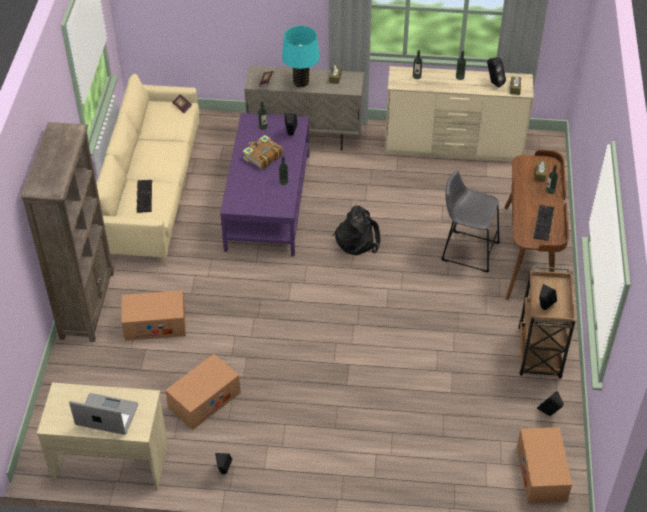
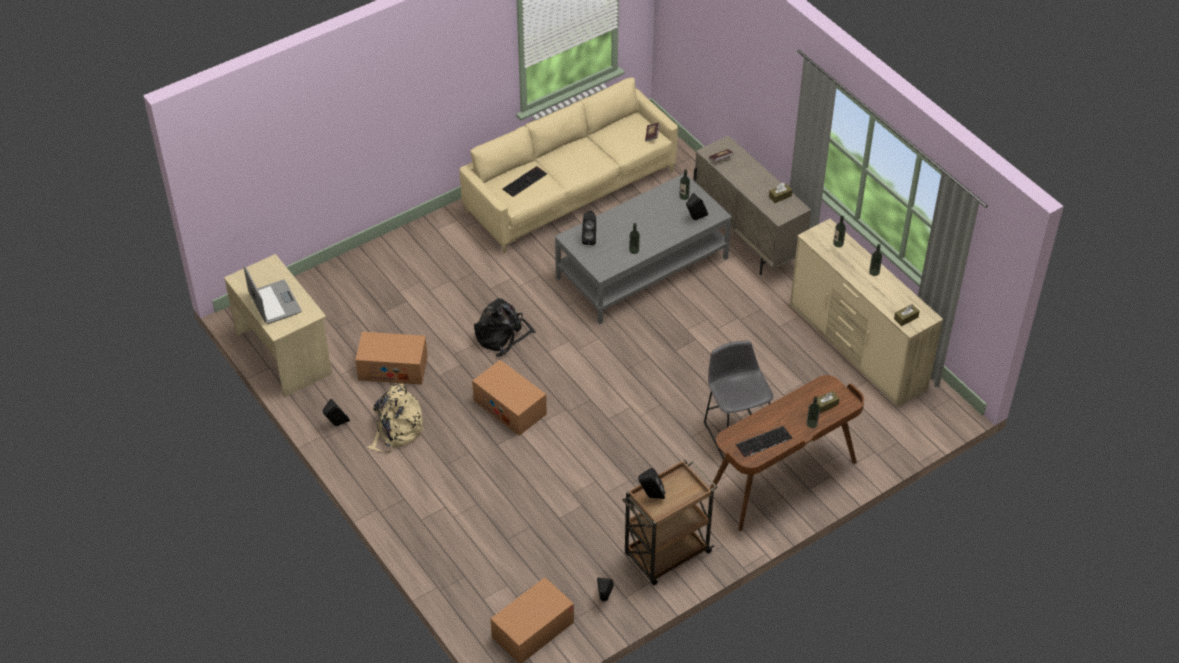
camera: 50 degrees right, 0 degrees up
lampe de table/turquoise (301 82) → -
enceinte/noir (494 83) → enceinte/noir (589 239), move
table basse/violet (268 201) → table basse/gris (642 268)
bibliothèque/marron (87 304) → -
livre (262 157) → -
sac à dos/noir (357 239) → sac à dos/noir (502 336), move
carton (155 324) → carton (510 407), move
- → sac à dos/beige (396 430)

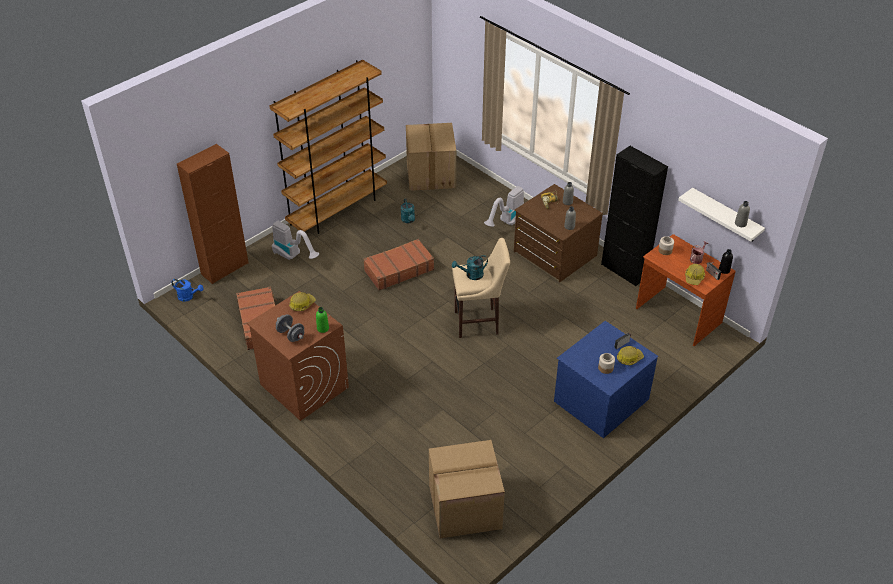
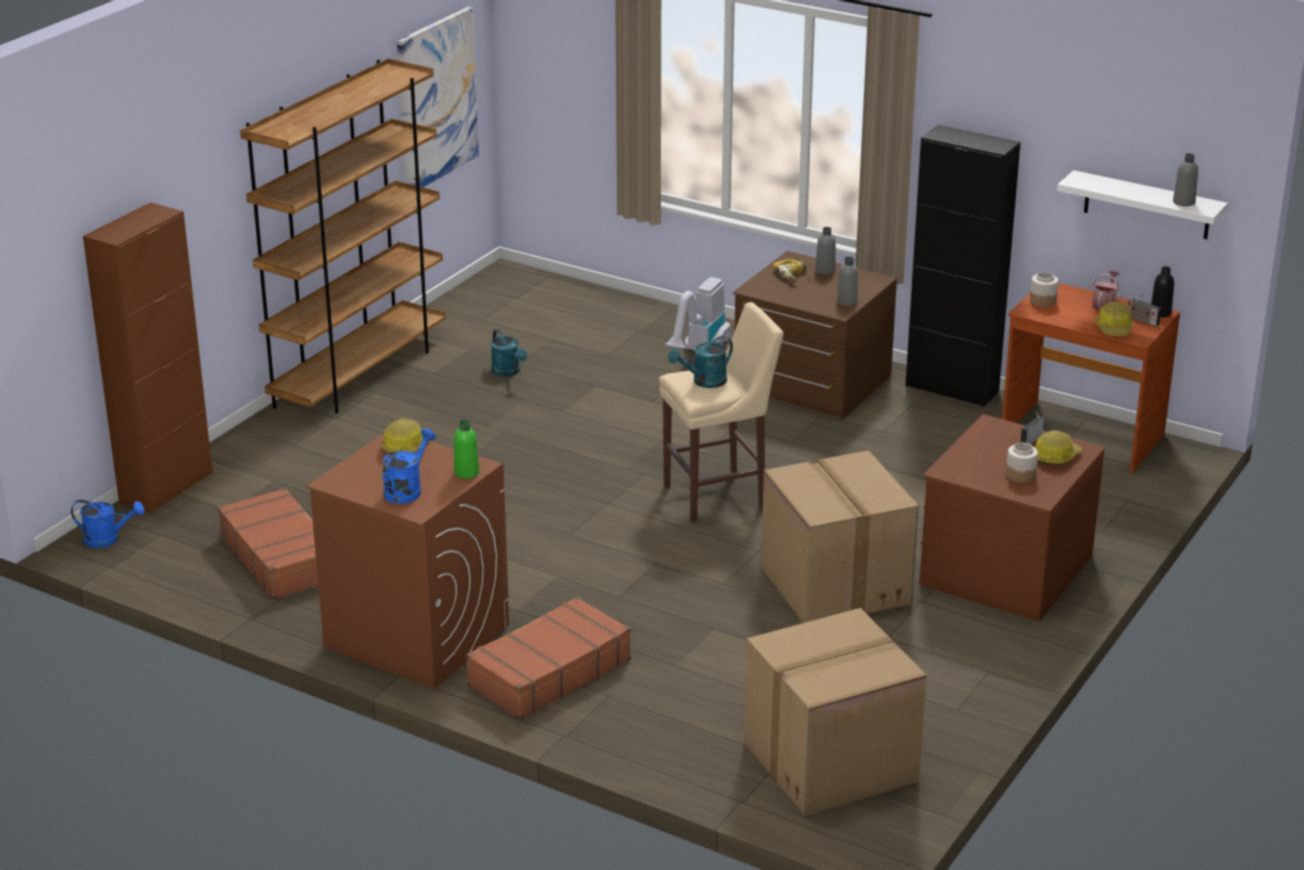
camera: 15 degrees left, 15 degrees down
carton (430 174) → carton (832 584), move
aspirateur (294 256) → -
valise/marron (398 270) → valise/marron (548 673), move
haltère/gris (291 335) → arrosoir/bleu (406 490)
commode/bleu (600 399) → commode/marron (1003 569)
- → tableau (436 99)

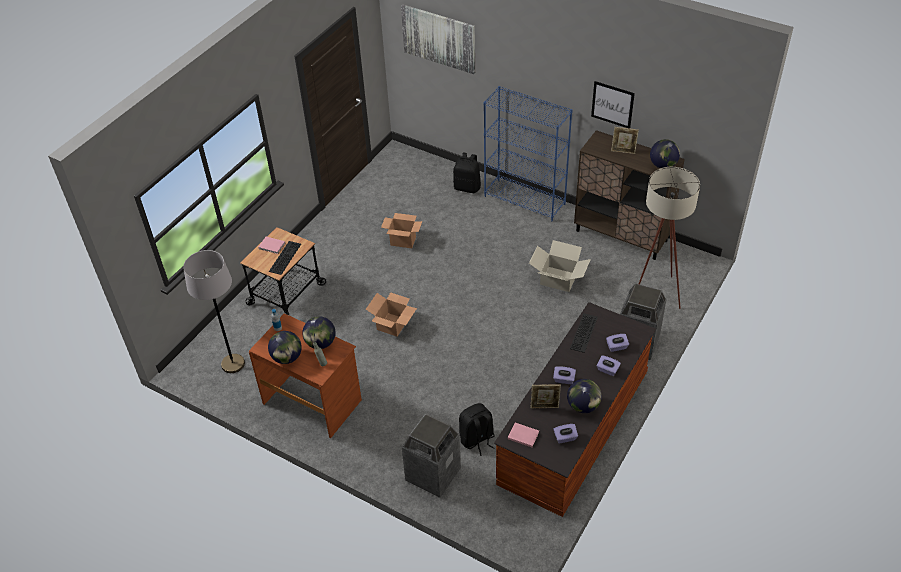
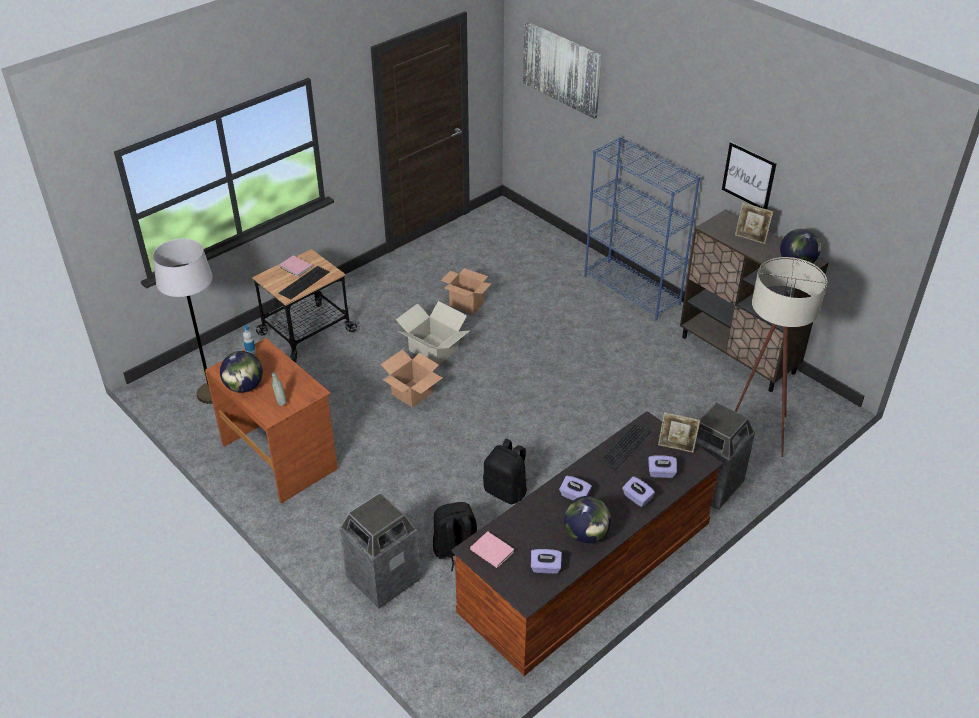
camera: 15 degrees right, 5 degrees down
sac à dos/noir (467 187) → sac à dos/noir (506 491), move
carton (558 279) → carton (434 349), move
globe (320 343) → -
cadre photo (544 406) → cadre photo (676 447), move

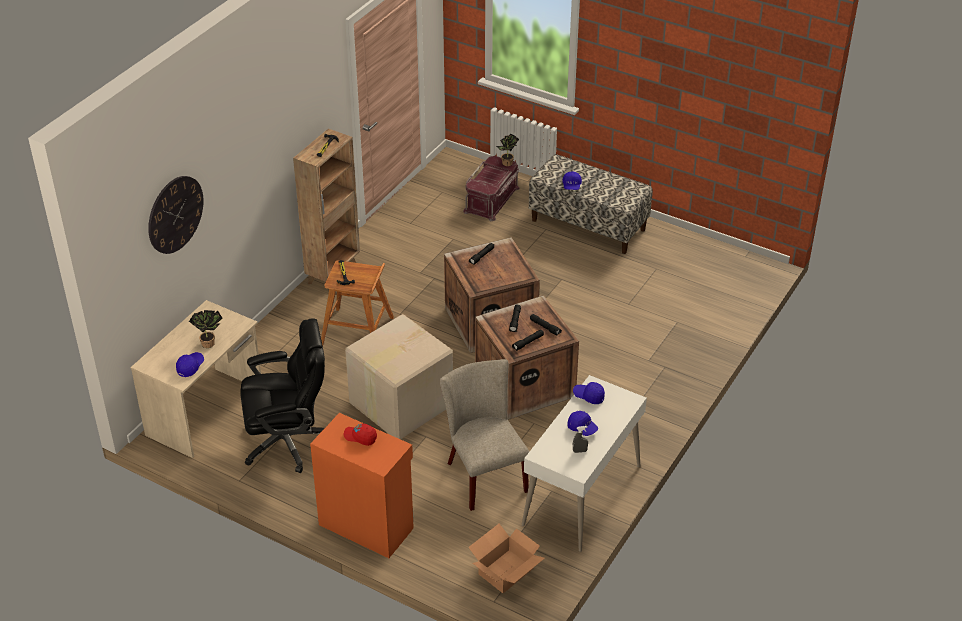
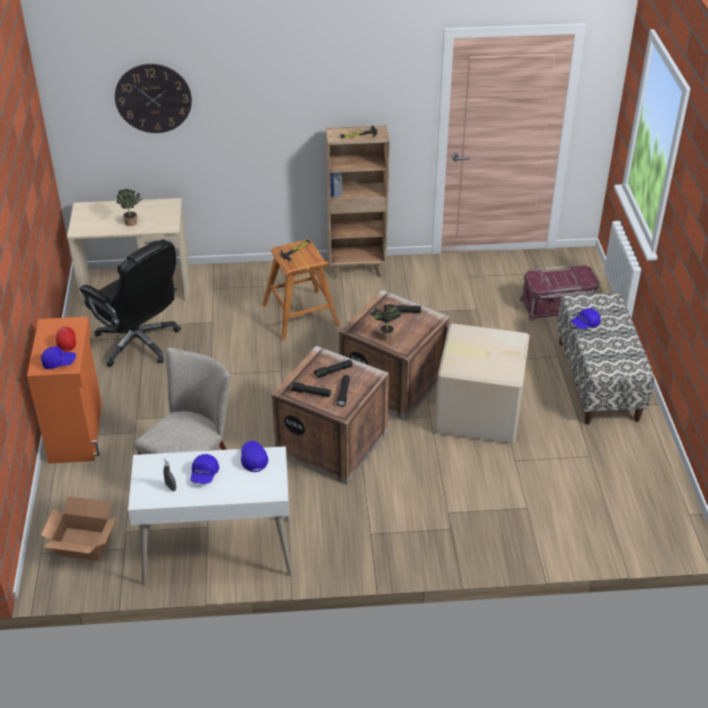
camera: 55 degrees right, 0 degrees up
plante en pot (507 164) → plante en pot (385 337), move
carton (399 404) → carton (477 411), move
casquette/bleu (190 367) → casquette/bleu (59 362), move

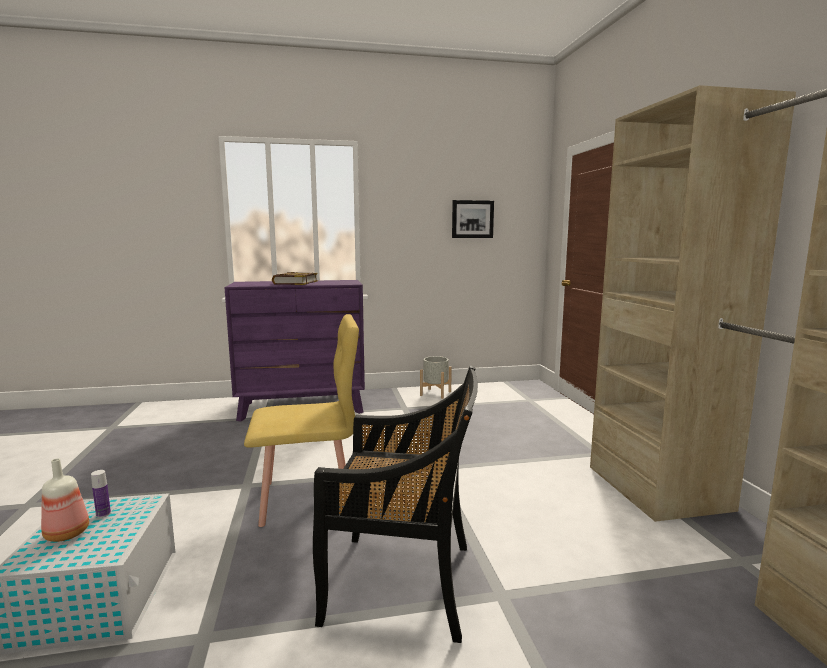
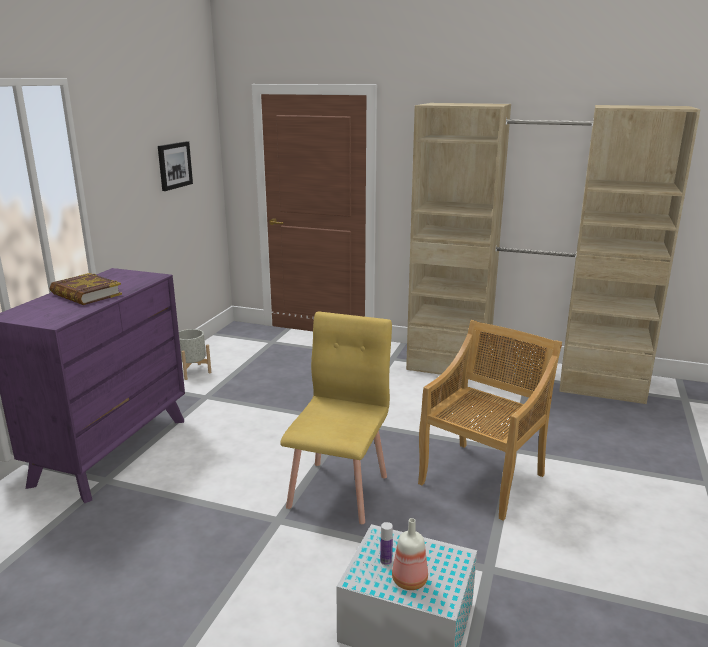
camera: 60 degrees left, 10 degrees up
chaise/noir (403 583) → chaise/beige (482 478)

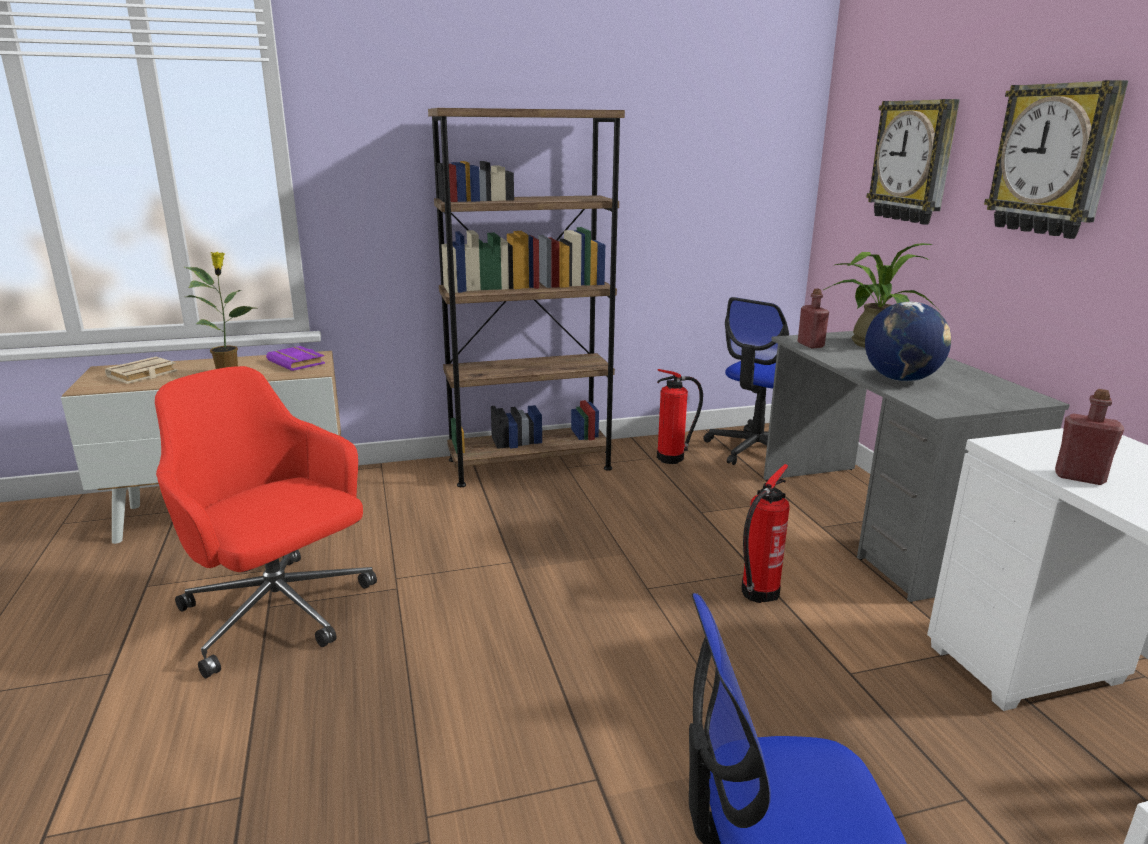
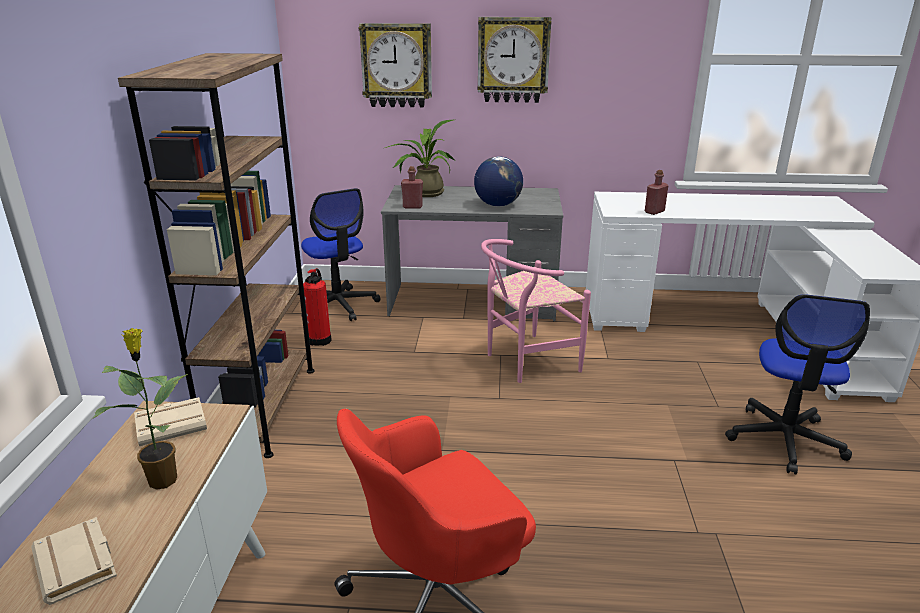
camera: 70 degrees left, 5 degrees up
livre/violet (298 362) → livre/beige (173 425)
extincteur (757 594) → chaise/rose (525 361)

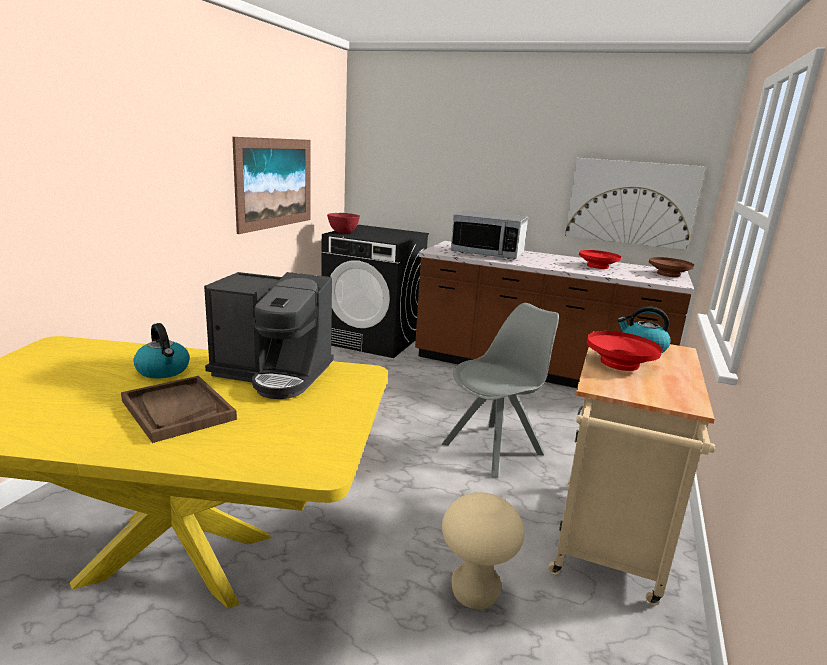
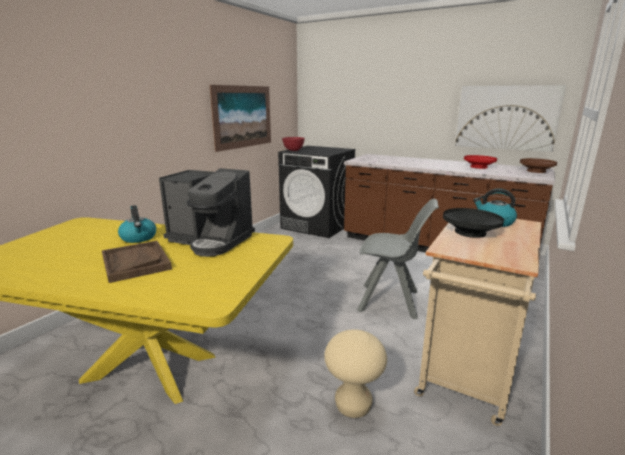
camera: 10 degrees right, 0 degrees up
micro-ondes (487 254) → -
chaise/gris (495 448) → chaise/gris (391 301), 45 degrees clockwise
bol/rouge (620 363) → bol/noir (470 232)

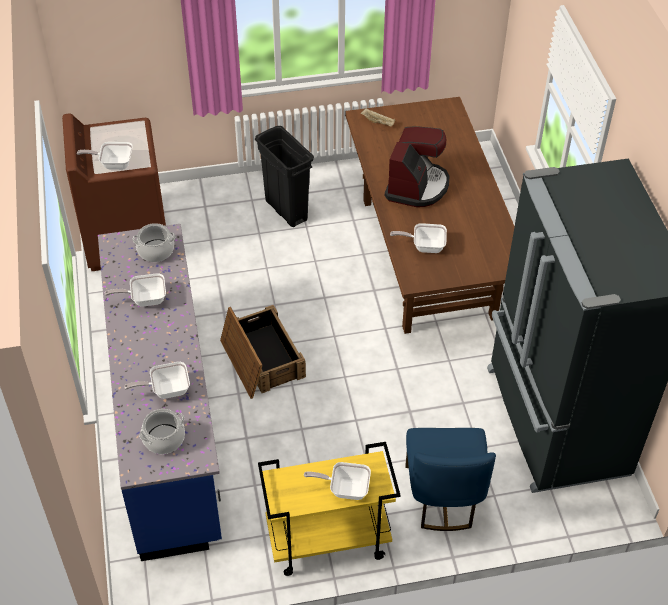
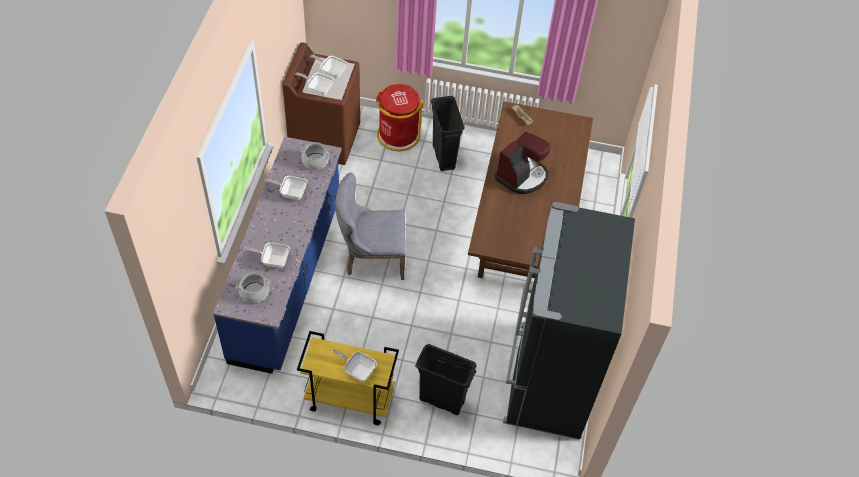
camera: 20 degrees right, 5 degrees up
poêle (424 246) → poêle (331 72), move
caisse (261 359) → chaise/gris (371 258)
chaise/bleu (443 496) → poubelle/noir (441 401)
- → poubelle/rouge (398 135)

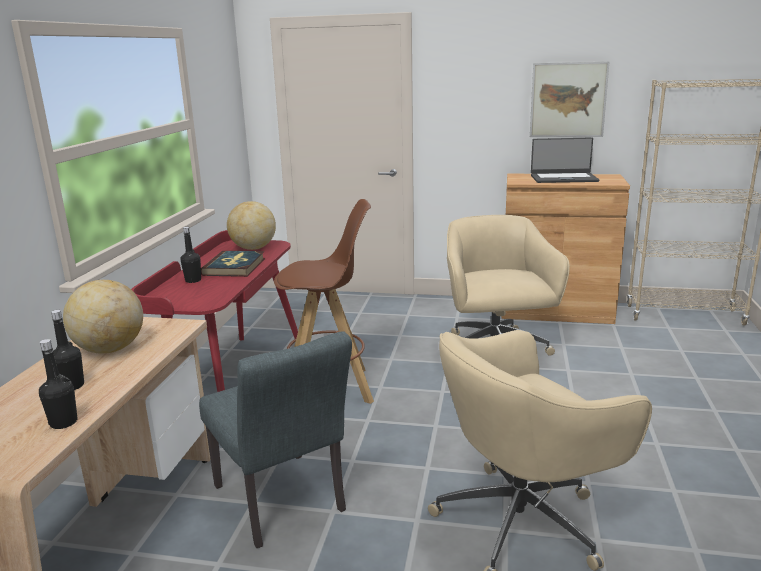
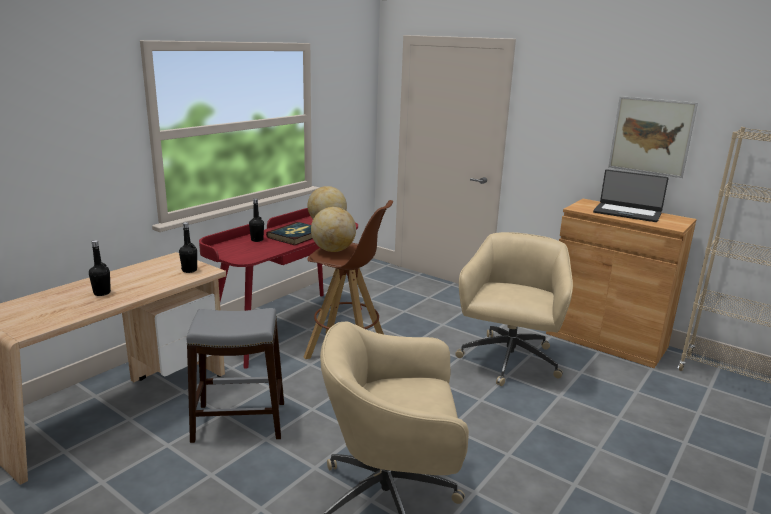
camera: 25 degrees right, 0 degrees up
globe (110 349) → globe (333 250), move
chaise/gris (283 504) → tabouret/gris (239 422)
bouteille/noir (63 422) → bouteille/noir (189 270), move

